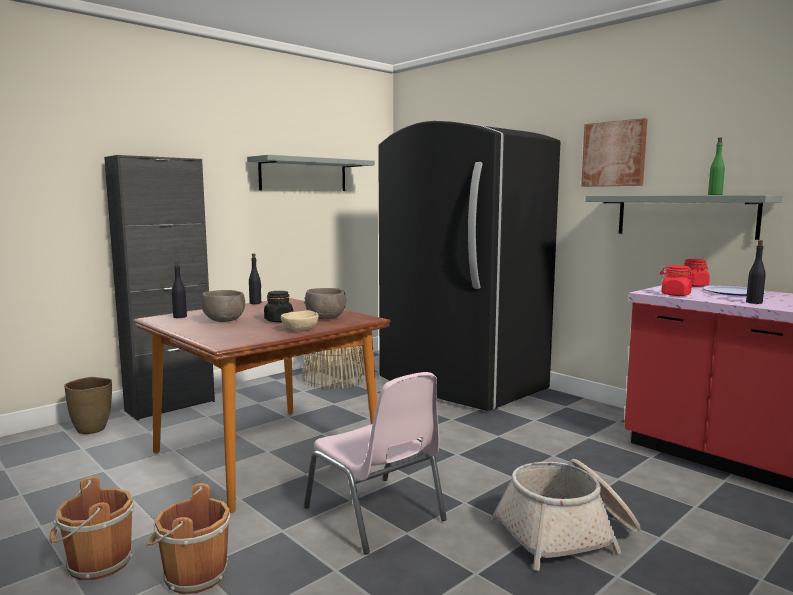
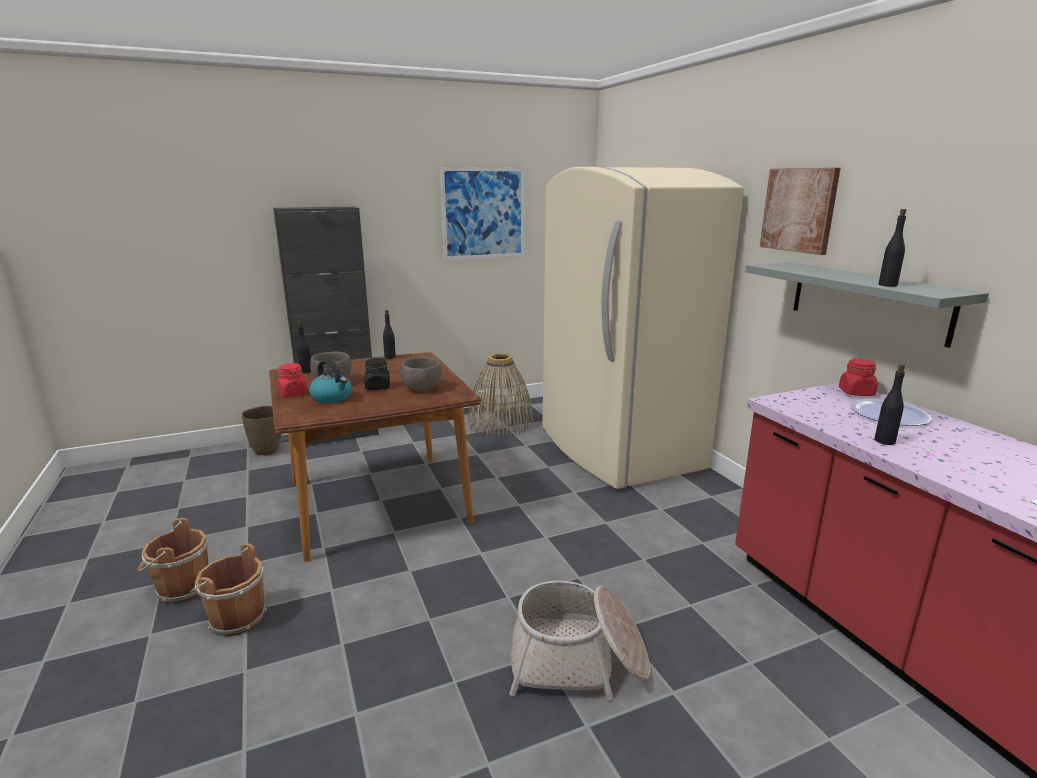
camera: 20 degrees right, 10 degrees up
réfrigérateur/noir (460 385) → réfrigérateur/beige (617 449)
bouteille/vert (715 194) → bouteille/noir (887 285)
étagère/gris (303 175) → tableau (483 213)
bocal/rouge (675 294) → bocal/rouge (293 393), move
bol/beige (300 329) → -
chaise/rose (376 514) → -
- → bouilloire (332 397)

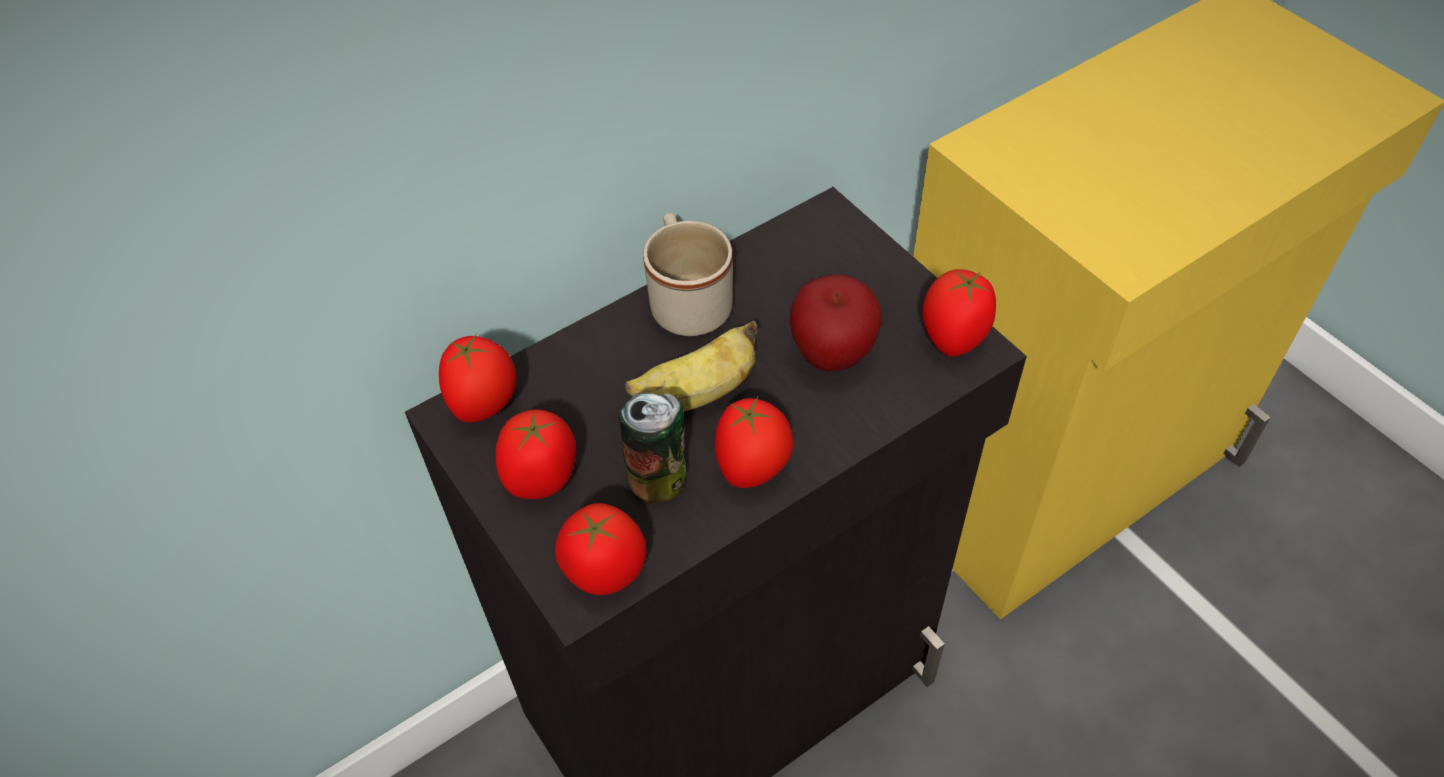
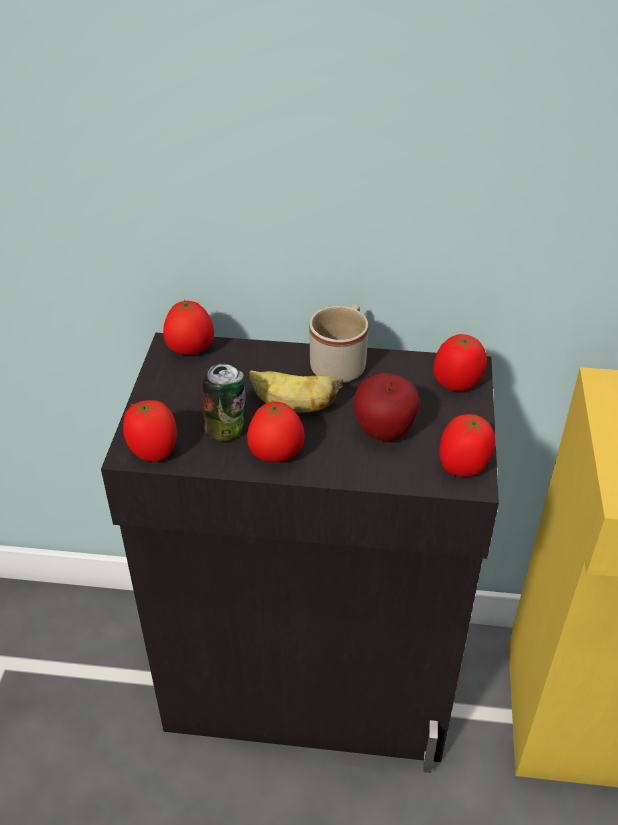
camera: 40 degrees right, 10 degrees down
tomate (543 479) → tomate (457 384), move

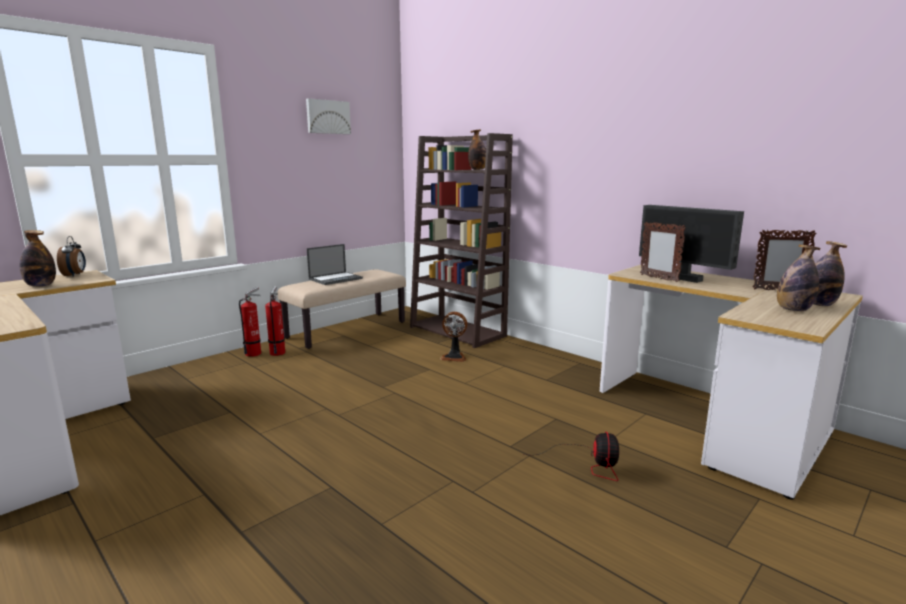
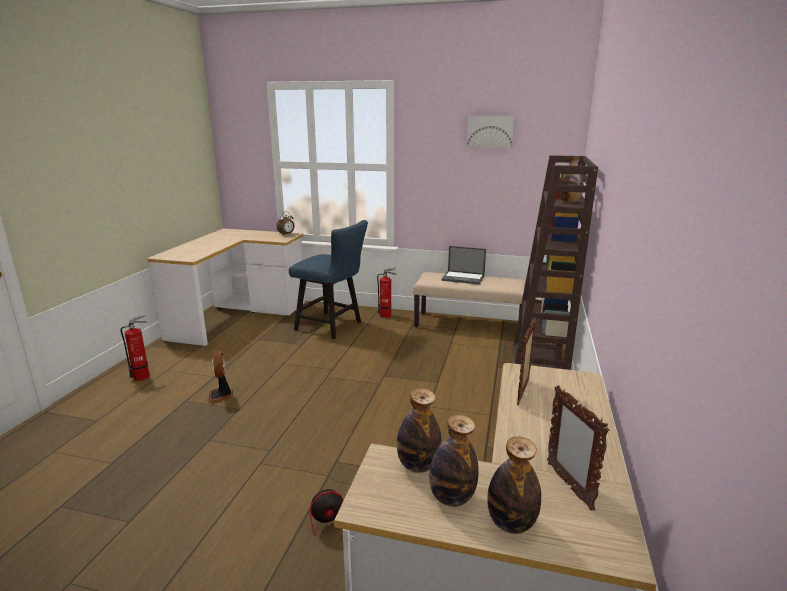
camera: 60 degrees right, 5 degrees up
écran d'ordinateur (683 278) → -
bouteille (41 285) → bouteille (418 465), move
extincteur (278 352) → extincteur (143 376), move
ventilateur (454 357) → ventilateur (221 396), move
- → chaise/bleu (332 326)

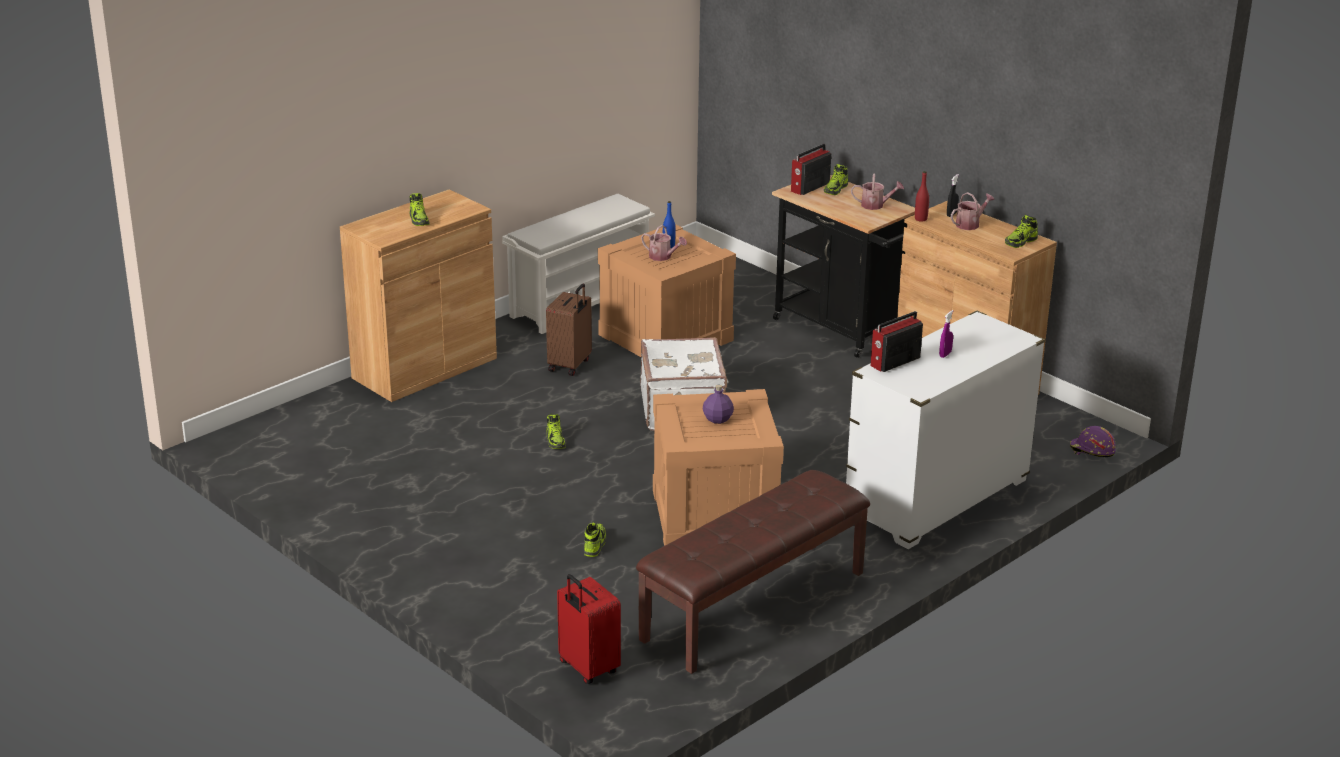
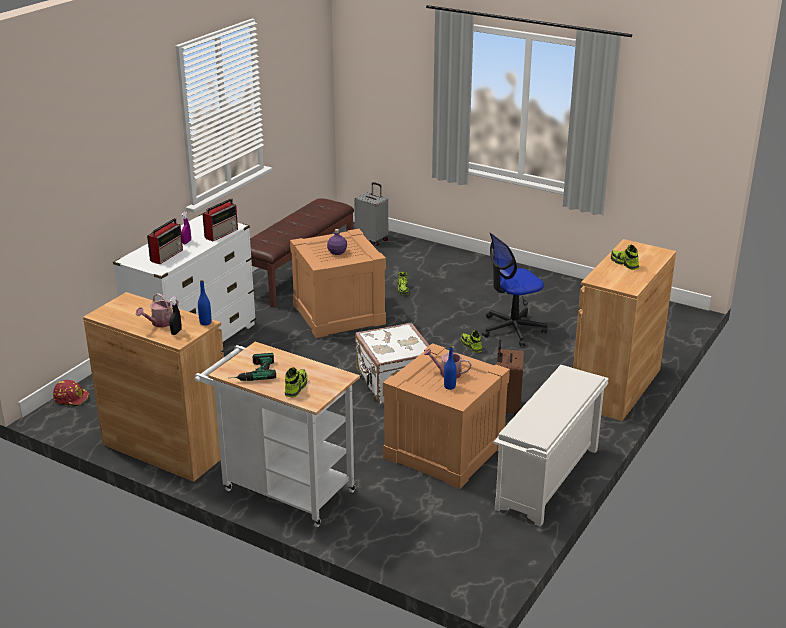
camera: 165 degrees right, 0 degrees up
radio (809 187) → radio (167 255), move
bouteille/rouge (920 219) → bouteille/bleu (205 323)
arrosoir (875 205) → perceuse (251 372)
chariot/noir (845 330) → chariot/blanc (282 488)
chaussure (1020 242) → -
casque de chantier/violet (1091 450) → casque de chantier/rouge (71 398)
valise/rouge (587 668) → valise/gris (372 239)
- → chaise de bureau (512 329)

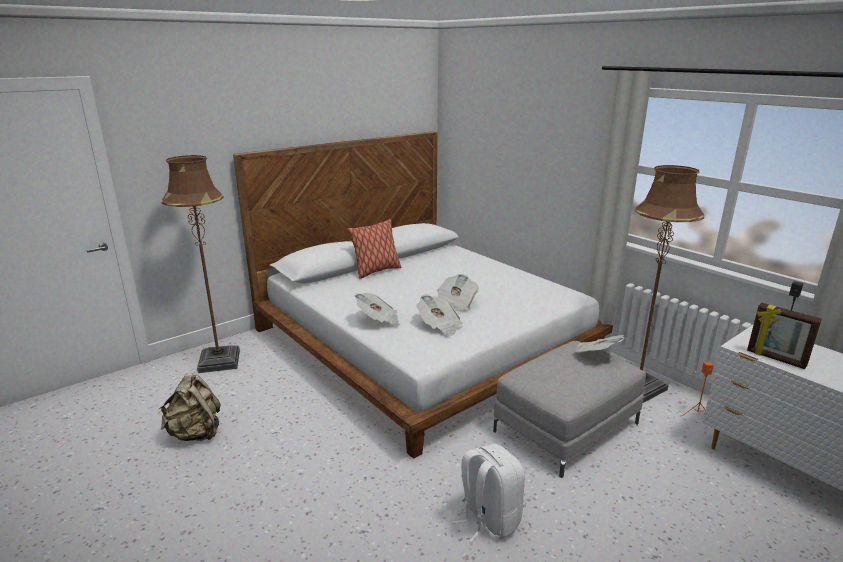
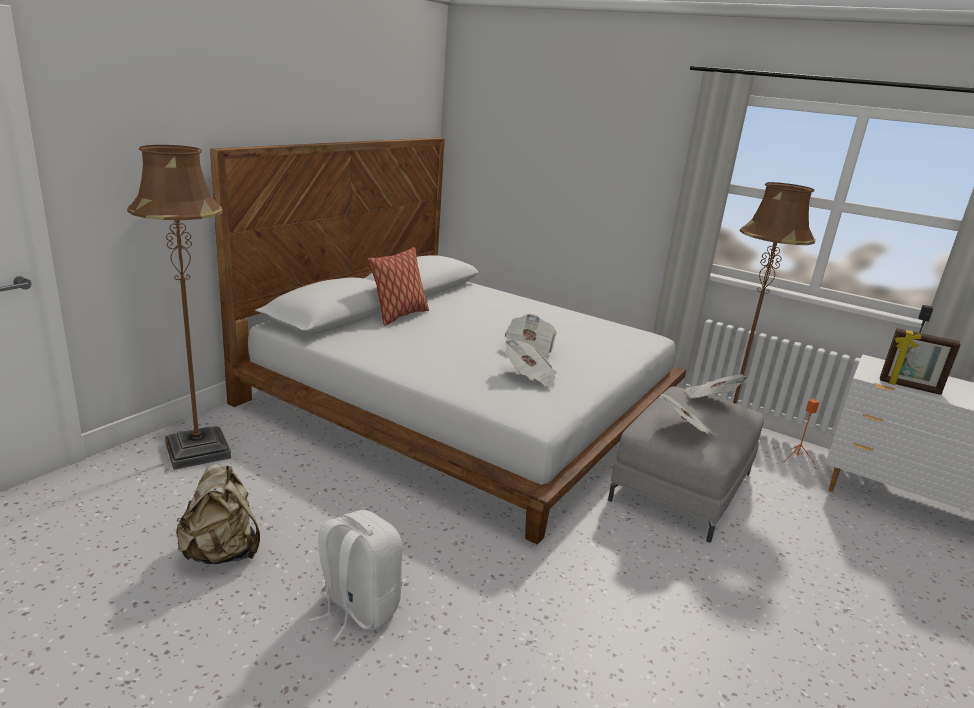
camera: 20 degrees left, 0 degrees up
journal (378 320) → journal (685 430), move
sac à dos/blanc (488 519) → sac à dos/blanc (357 609), move

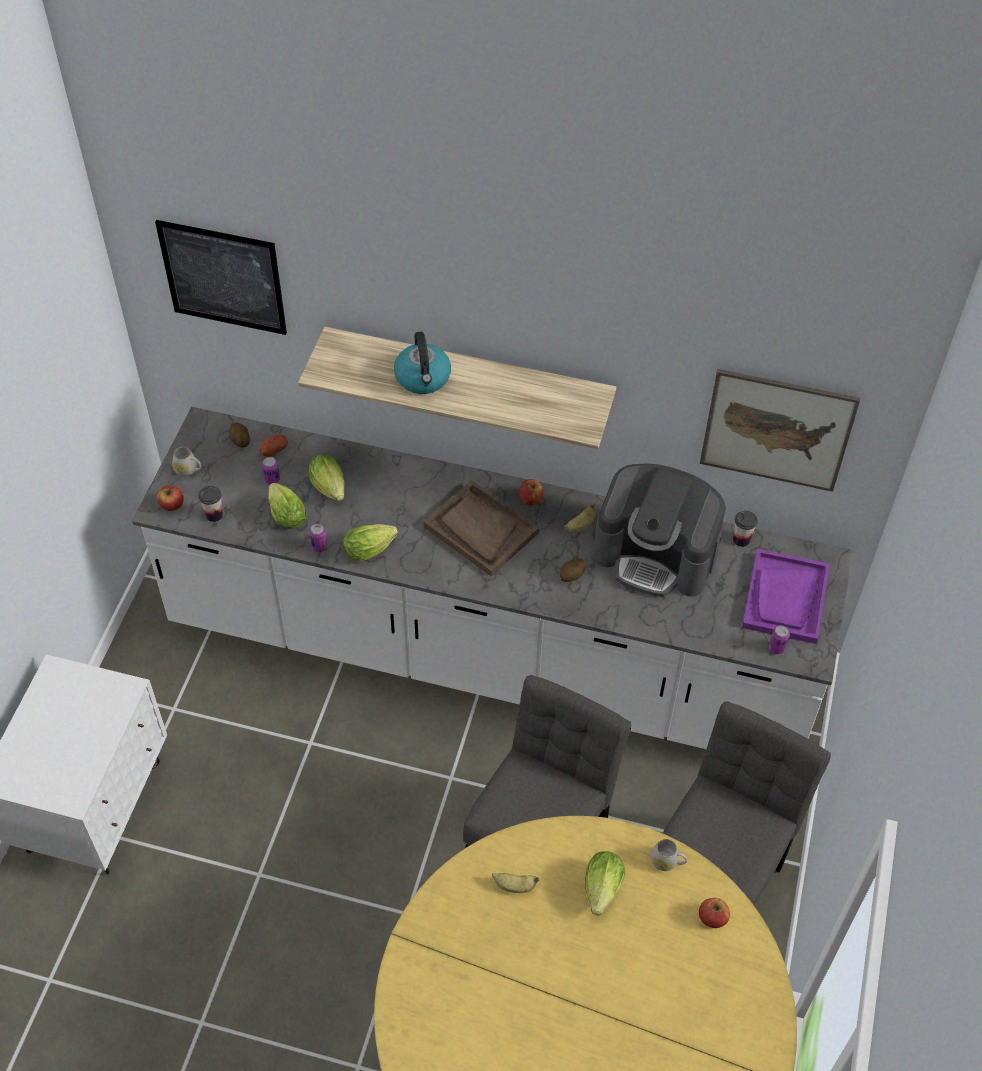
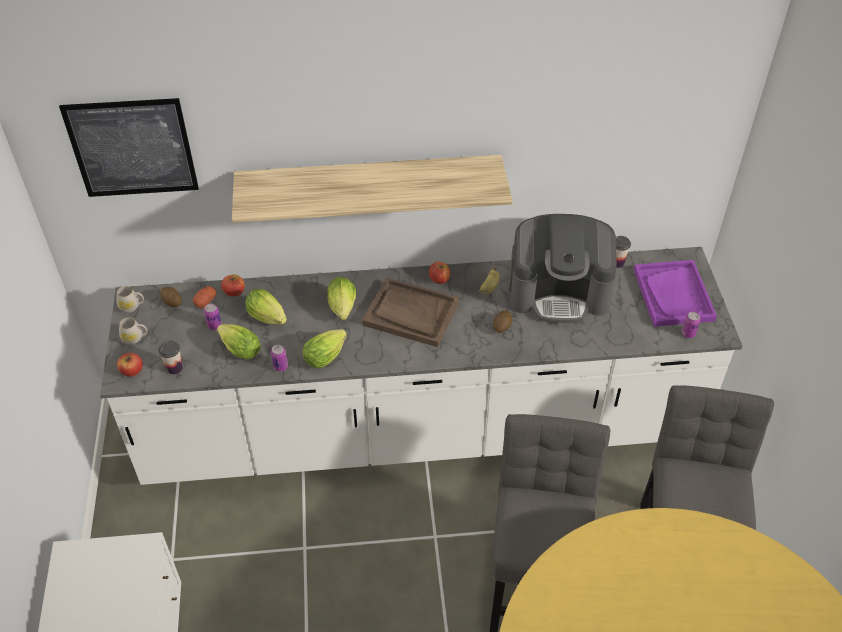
camera: 20 degrees left, 5 degrees down
bouilloire (423 378) → -
tableau (777 430) → -
mug/blanc (667 861) → mug/blanc (132 306), move
laitue (601 892) → laitue (343 309), move
banane (514 886) → -
pomme (712 918) → pomme (234 292), move

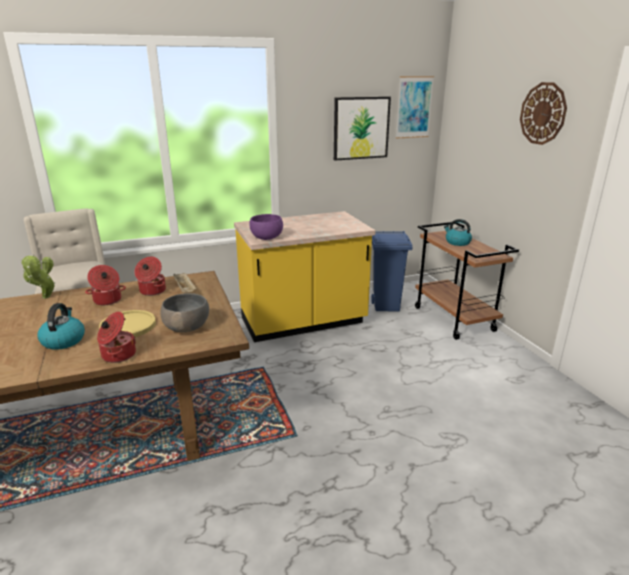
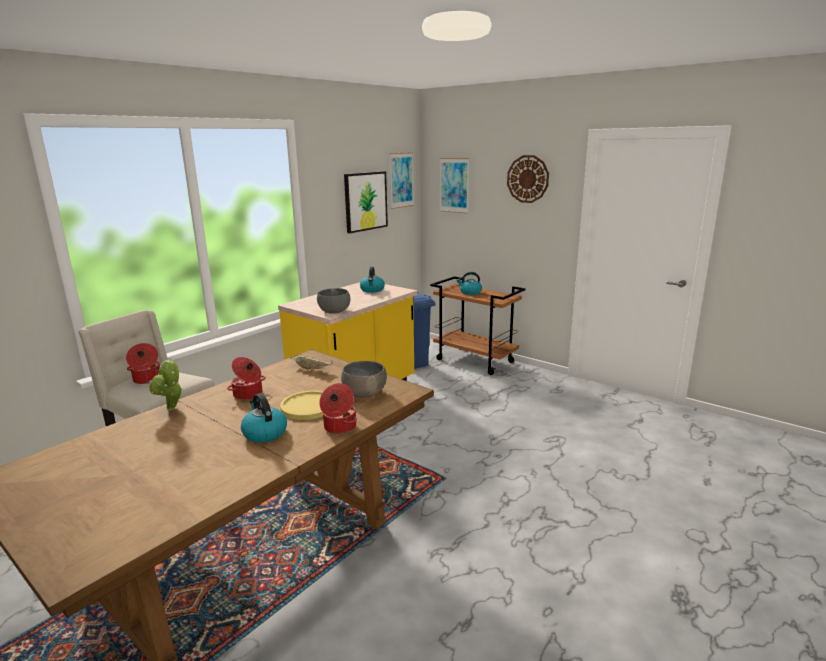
camera: 30 degrees left, 5 degrees down
bol/violet (267 237) → bol/gris (334 311)
marmite (152 291) → marmite (147 379), move
- → tableau (454 185)
- → bouilloire (372 290)

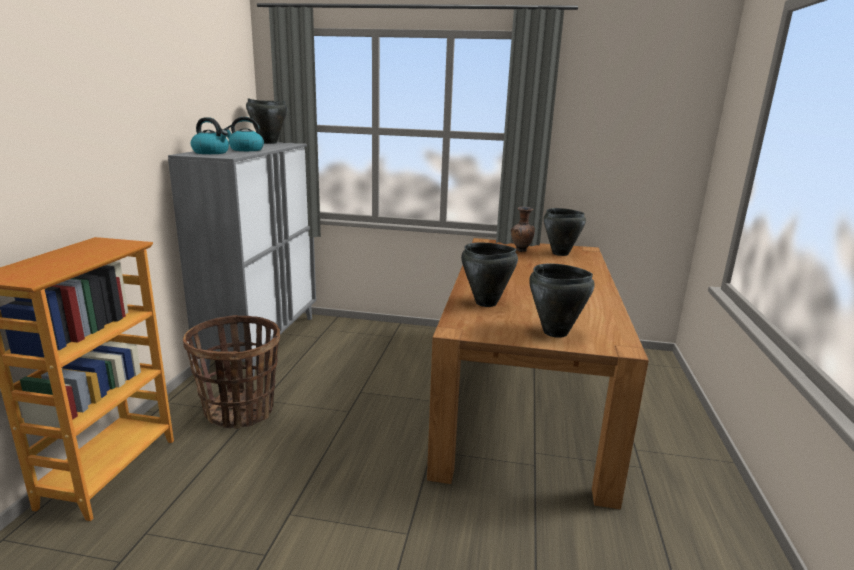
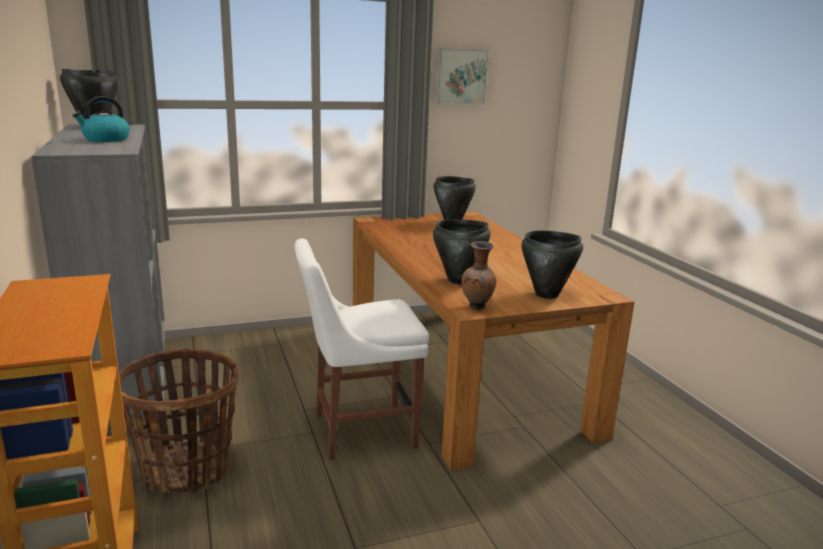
camera: 30 degrees left, 0 degrees up
bouilloire (211 152) → -
vase/marron (521 251) → vase/marron (477 307), move
- → tableau (460 76)
- → chaise/blanc (358 431)

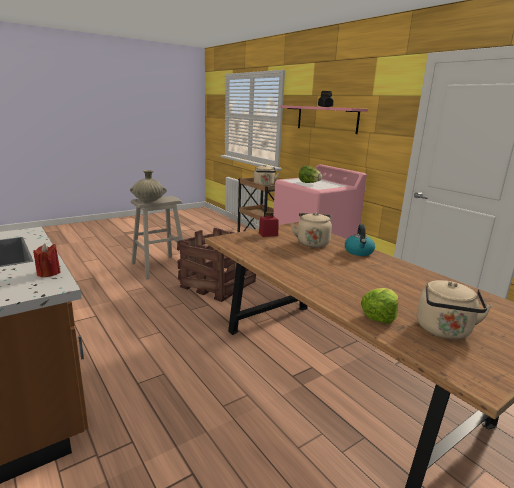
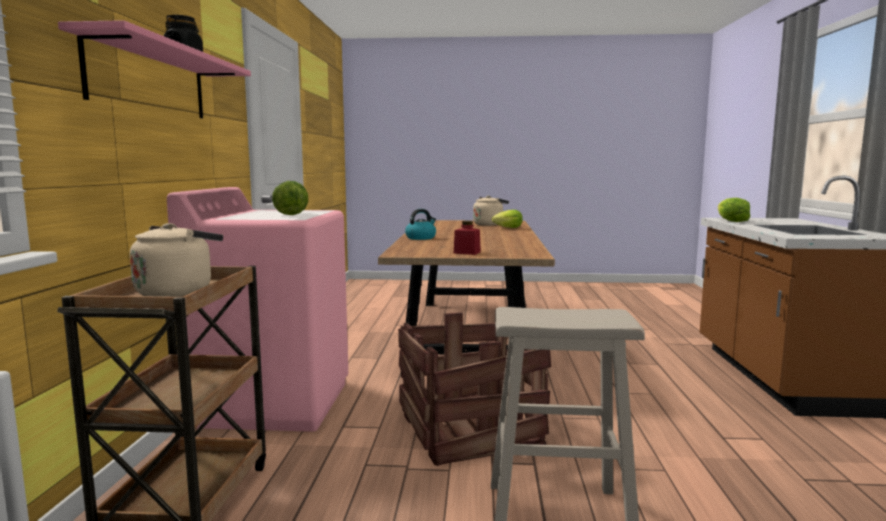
camera: 140 degrees left, 10 degrees down
vase/beige (149 200) → -
bouilloire/beige (312 243) → -
bougie/rouge (48 273) → laitue (731 221)

